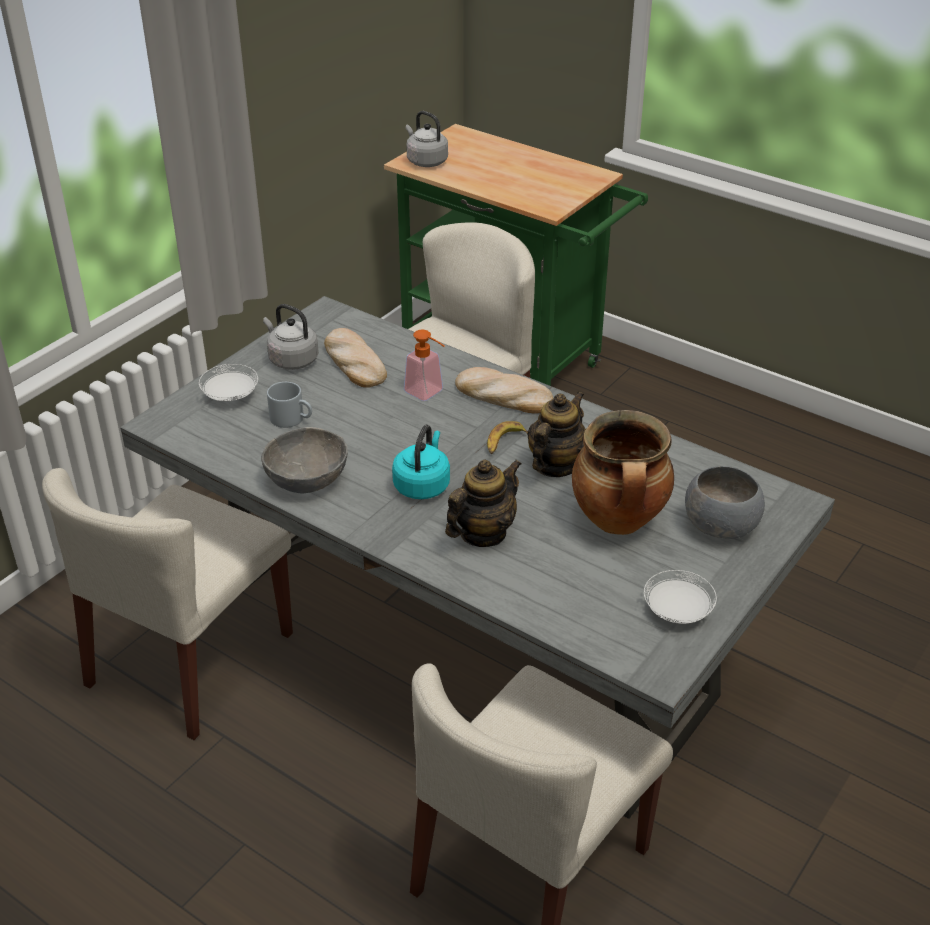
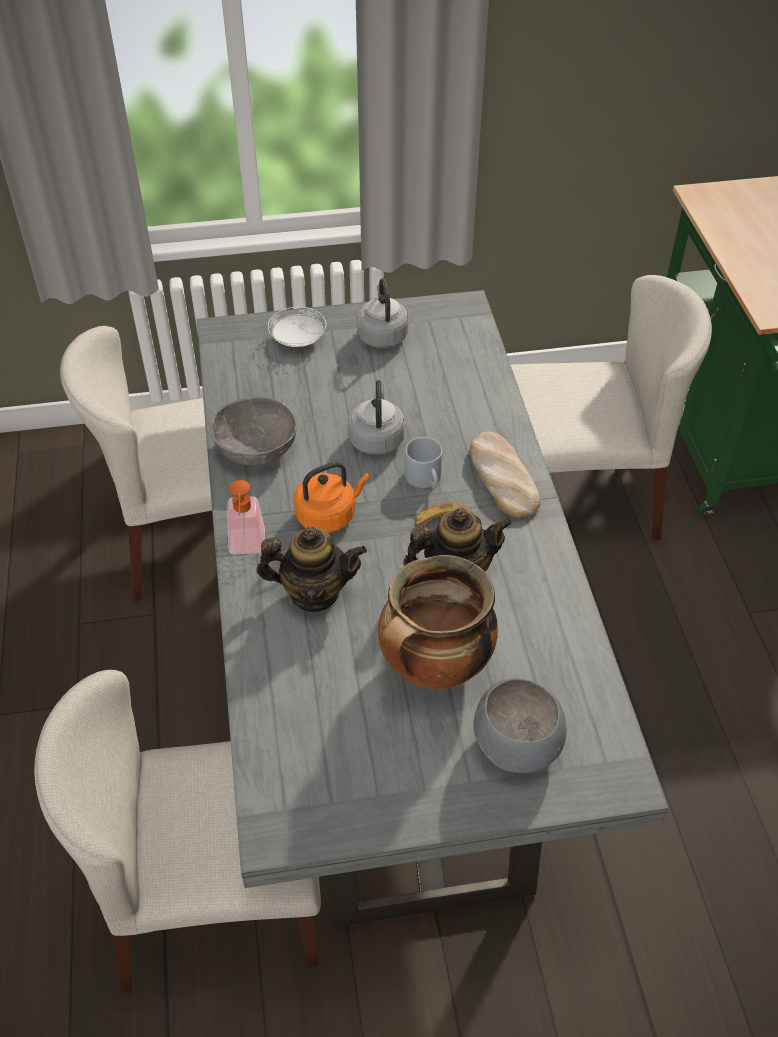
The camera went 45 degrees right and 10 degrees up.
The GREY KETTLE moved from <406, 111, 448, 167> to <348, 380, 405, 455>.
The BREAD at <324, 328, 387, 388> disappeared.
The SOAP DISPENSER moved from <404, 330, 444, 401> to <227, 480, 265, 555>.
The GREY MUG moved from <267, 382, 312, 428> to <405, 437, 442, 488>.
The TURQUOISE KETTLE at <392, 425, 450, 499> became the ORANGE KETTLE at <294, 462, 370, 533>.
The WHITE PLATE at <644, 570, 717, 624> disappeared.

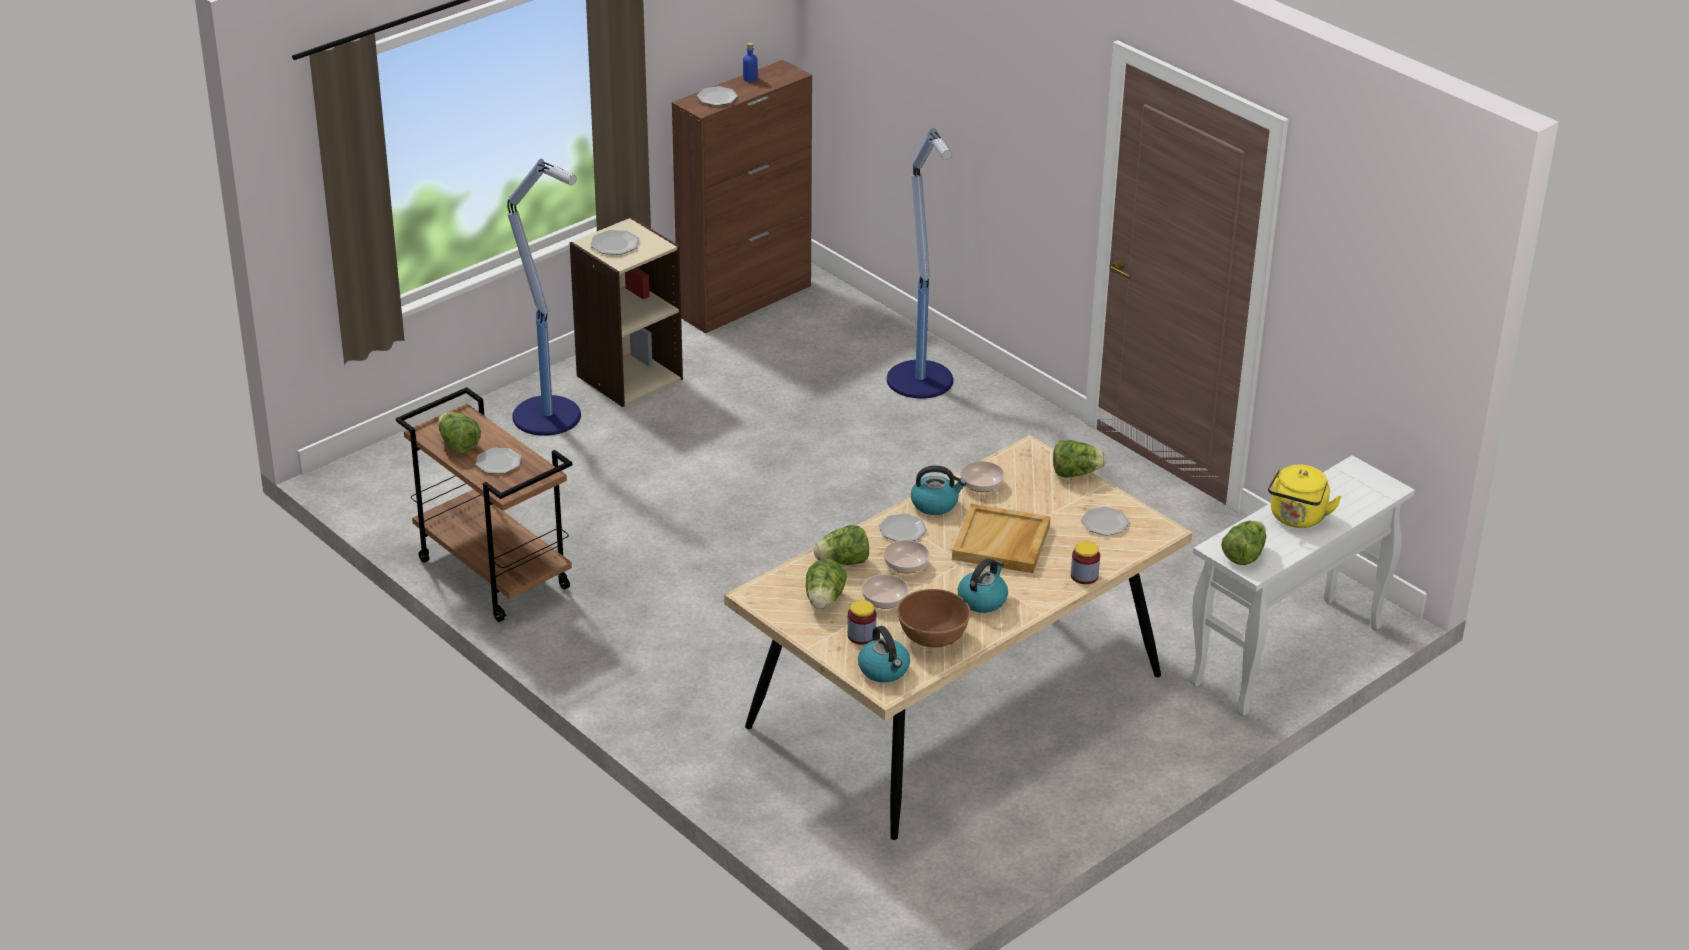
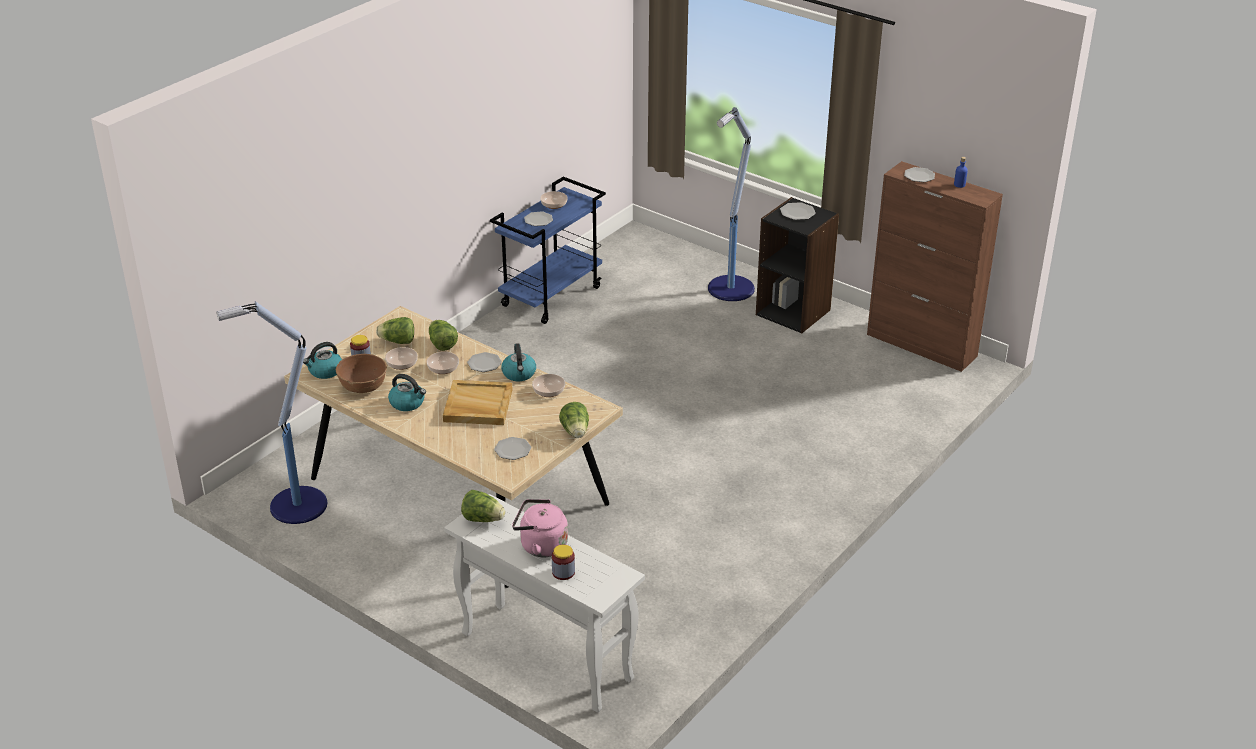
The camera went 80 degrees right and 0 degrees up.
The FLOOR LAMP moved from <887, 128, 953, 399> to <217, 301, 327, 524>.
The BEIGE BOOKCASE at <569, 217, 683, 407> became the BLACK BOOKCASE at <756, 197, 839, 333>.
The BROWN CART at <396, 387, 572, 622> became the BLUE CART at <490, 177, 606, 324>.
The LETTUCE at <438, 412, 481, 454> was replaced by the BOWL at <540, 191, 568, 209>.
The YELLOW KETTLE at <1268, 465, 1342, 528> became the PINK KETTLE at <512, 499, 568, 557>.
The JAR moved from <1071, 541, 1100, 584> to <552, 545, 575, 580>.

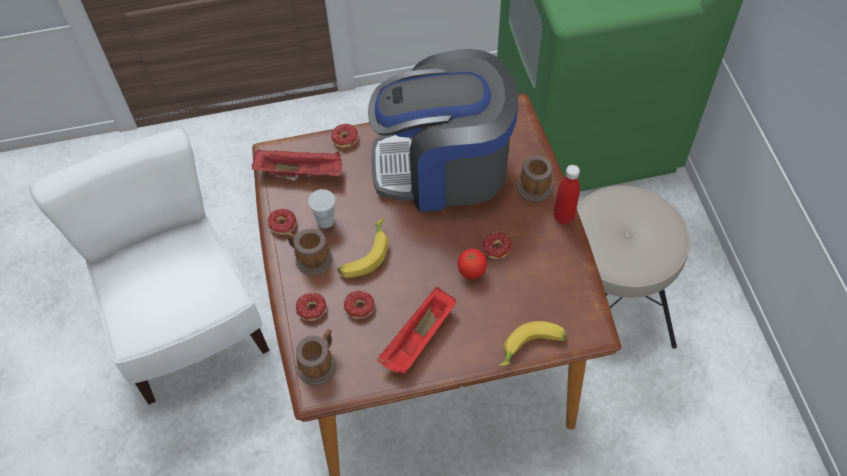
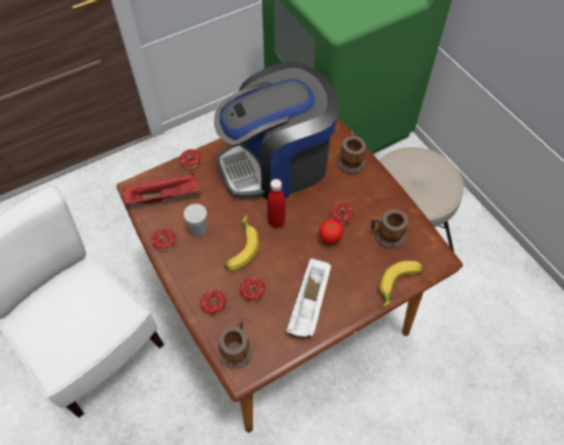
The camera went 20 degrees left and 0 degrees up.
The RED BOTTLE moved from <553, 165, 580, 224> to <267, 179, 286, 228>.
The MUG moved from <285, 228, 332, 276> to <371, 209, 408, 248>.
The RED TRAY at <377, 287, 456, 374> became the WHITE TRAY at <287, 258, 331, 336>.

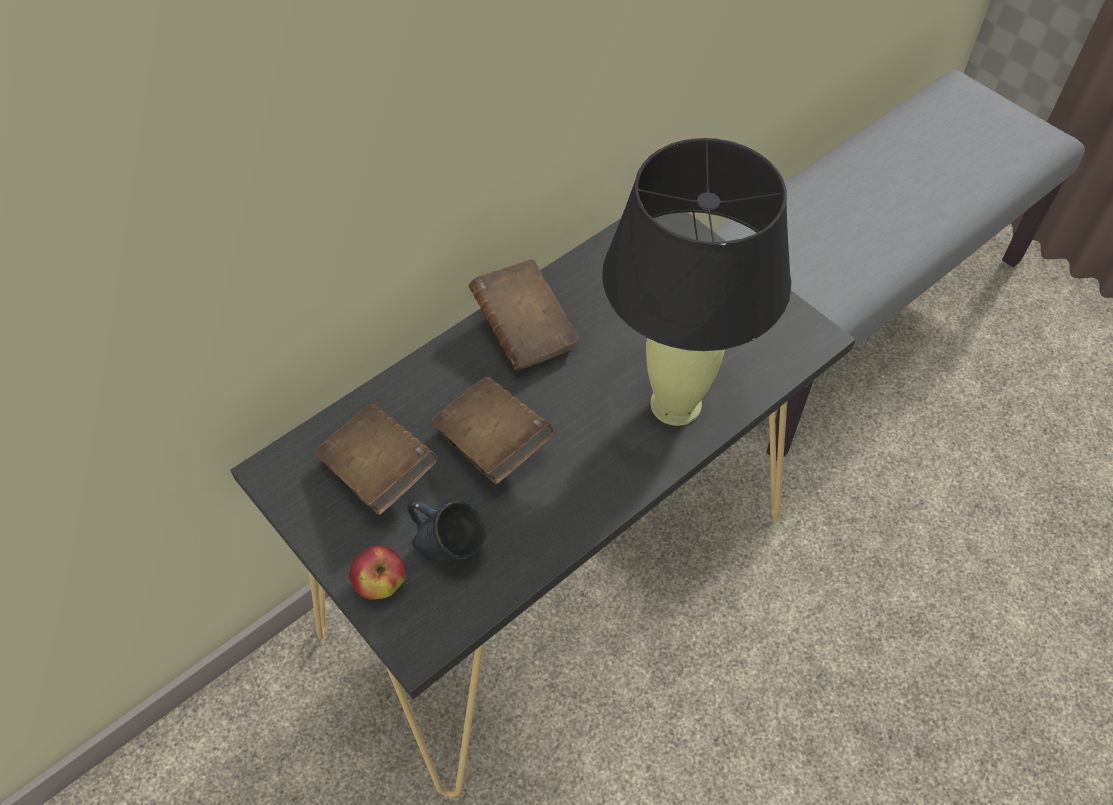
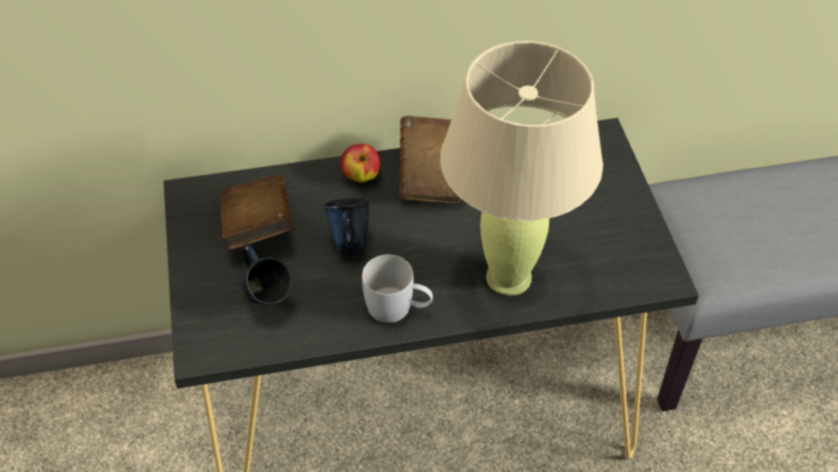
The camera went 30 degrees right and 5 degrees down.
The BLACK TABLE LAMP at <602, 138, 791, 426> became the BEIGE TABLE LAMP at <440, 41, 603, 296>.
The BROWN BOOK at <431, 377, 554, 484> was replaced by the BLUE MUG at <324, 198, 369, 256>.
The APPLE moved from <349, 545, 405, 600> to <341, 144, 380, 183>.
The WHITE MUG at <362, 255, 433, 323> appeared.

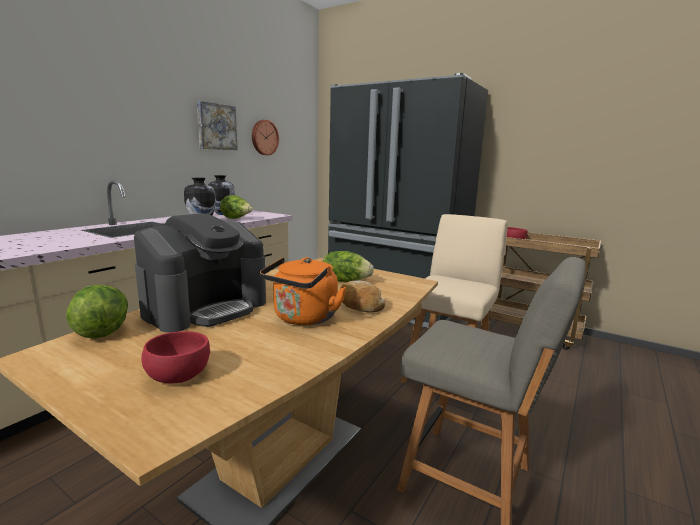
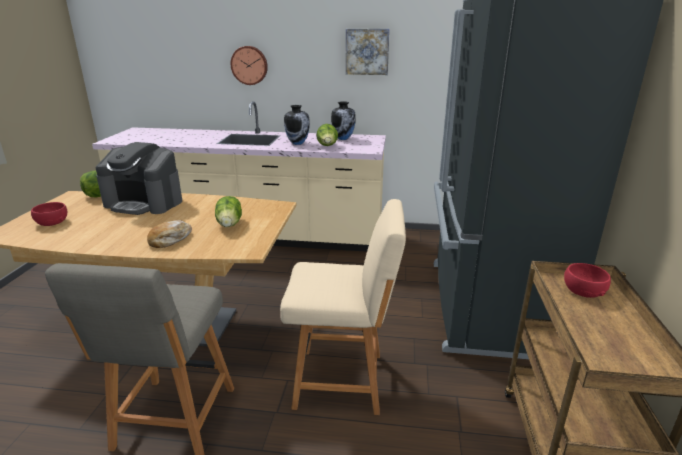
The camera went 65 degrees right and 10 degrees up.
The WALL CLOCK moved from <252, 120, 279, 155> to <231, 46, 268, 85>.
The ORANGE KETTLE at <260, 257, 346, 325> disappeared.

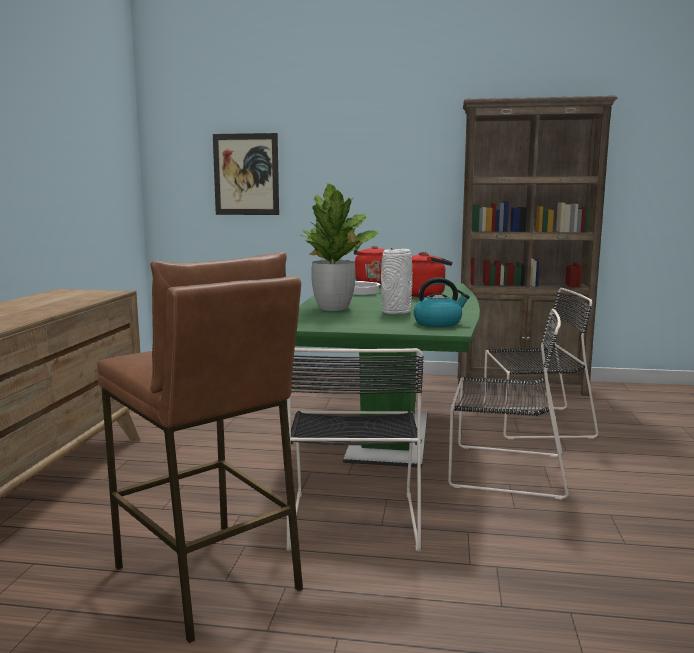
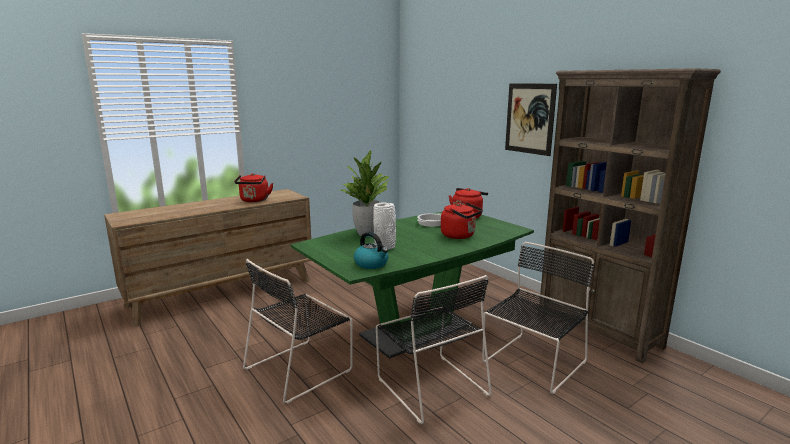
The camera went 45 degrees right and 5 degrees up.
The PICTURE moved from <213, 133, 279, 215> to <505, 83, 557, 156>.
The BROWN STOOL at <97, 252, 303, 643> disappeared.
The BLACK CHAIR at <483, 288, 599, 439> turned 90 degrees counterclockwise.
The RED KETTLE at <234, 173, 273, 202> appeared.

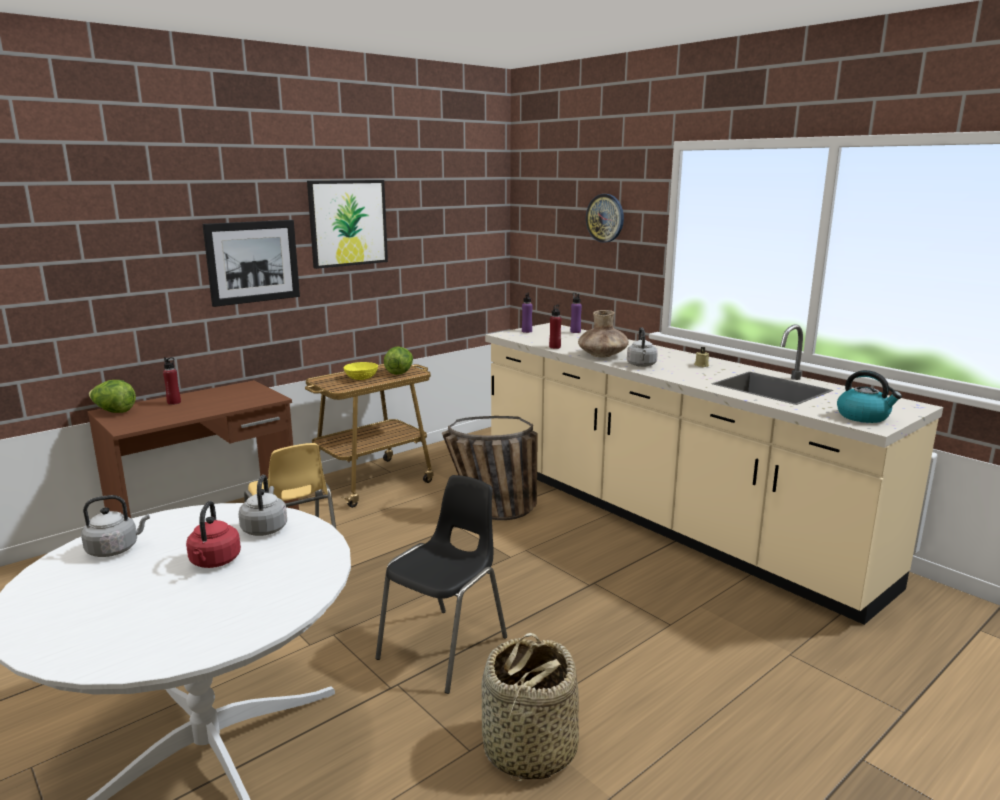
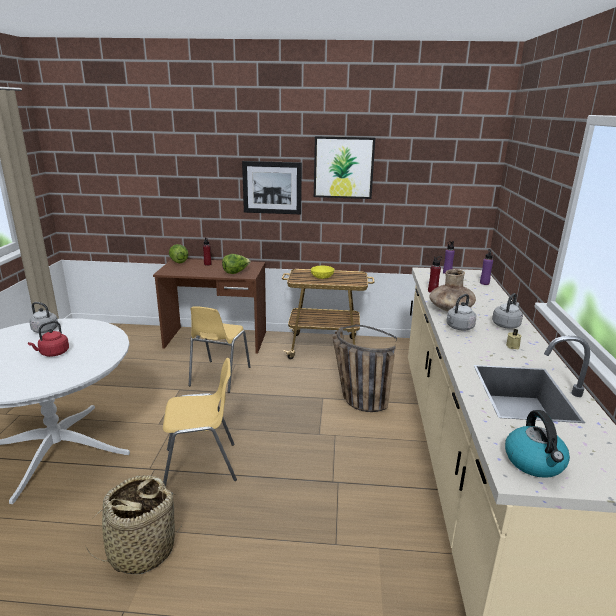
The camera went 45 degrees right and 5 degrees up.
The WALL CLOCK at <586, 194, 624, 243> disappeared.
The LETTUCE moved from <384, 346, 413, 375> to <222, 254, 250, 274>.
The GREY KETTLE moved from <238, 475, 287, 536> to <492, 293, 523, 329>.
The BLACK CHAIR at <375, 475, 507, 694> became the YELLOW CHAIR at <163, 358, 237, 486>.

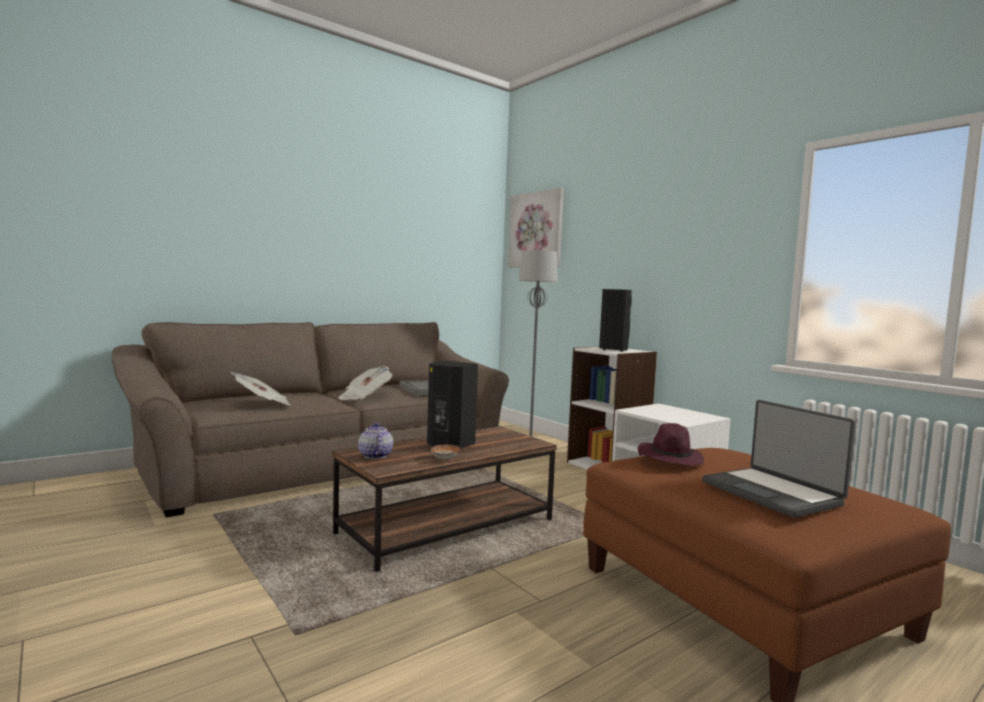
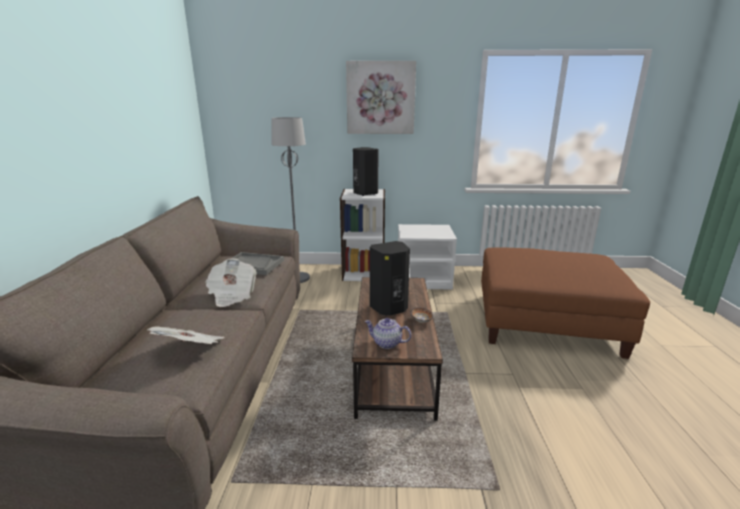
The camera went 50 degrees left and 15 degrees up.
The PICTURE moved from <508, 188, 564, 267> to <346, 61, 416, 134>.
The LAPTOP at <702, 400, 856, 518> disappeared.
The PURPLE HAT at <638, 423, 704, 465> disappeared.

